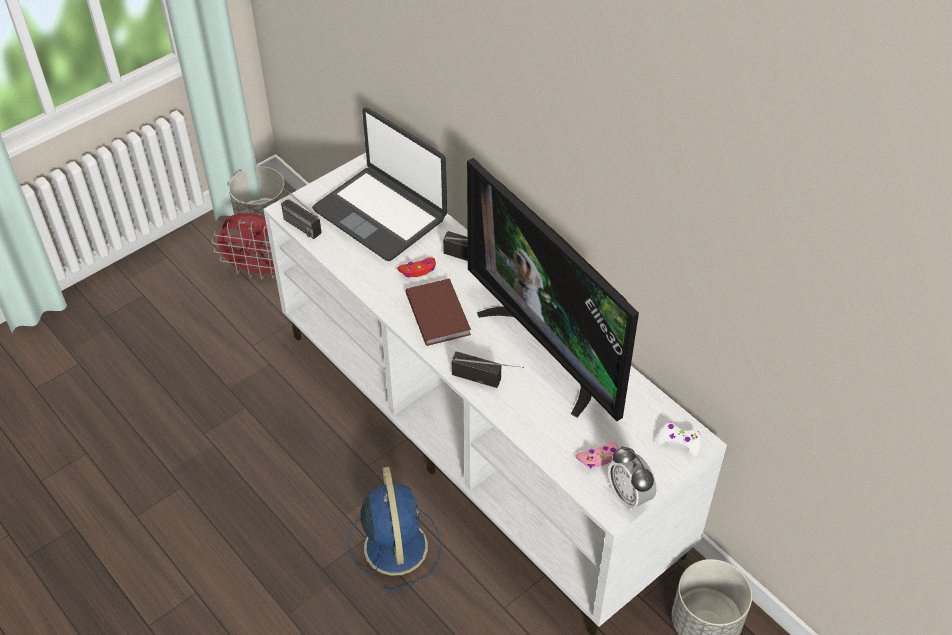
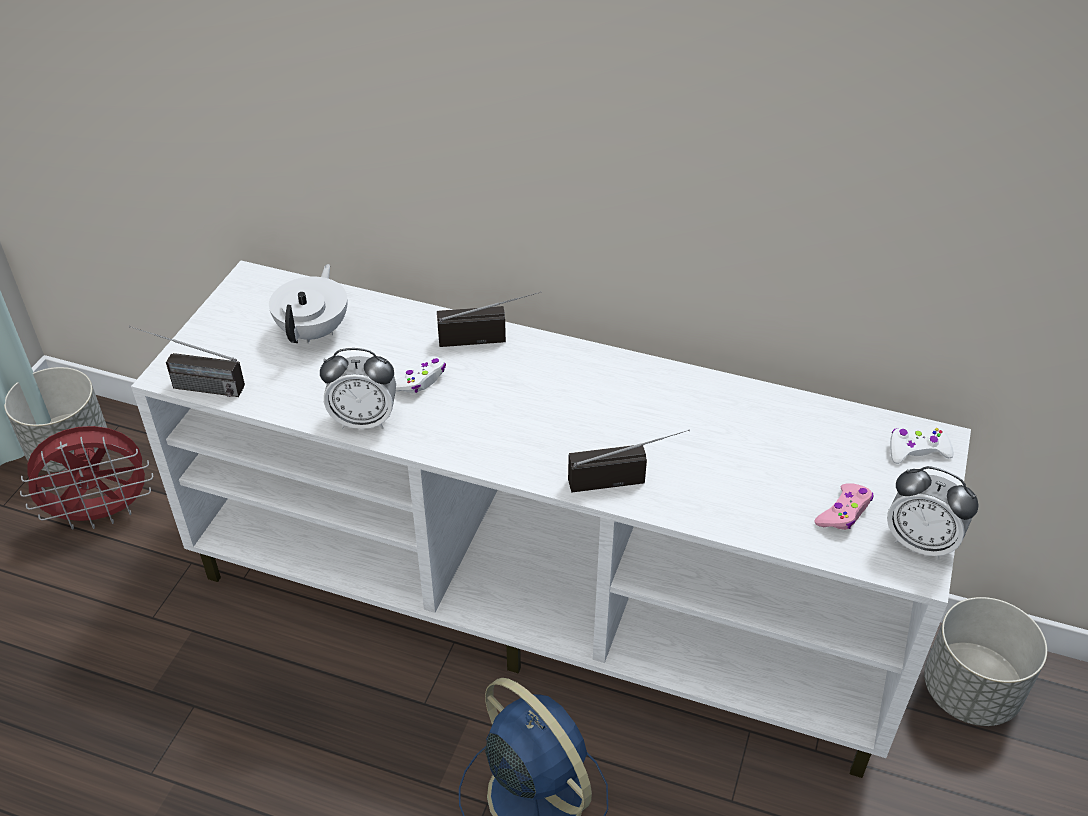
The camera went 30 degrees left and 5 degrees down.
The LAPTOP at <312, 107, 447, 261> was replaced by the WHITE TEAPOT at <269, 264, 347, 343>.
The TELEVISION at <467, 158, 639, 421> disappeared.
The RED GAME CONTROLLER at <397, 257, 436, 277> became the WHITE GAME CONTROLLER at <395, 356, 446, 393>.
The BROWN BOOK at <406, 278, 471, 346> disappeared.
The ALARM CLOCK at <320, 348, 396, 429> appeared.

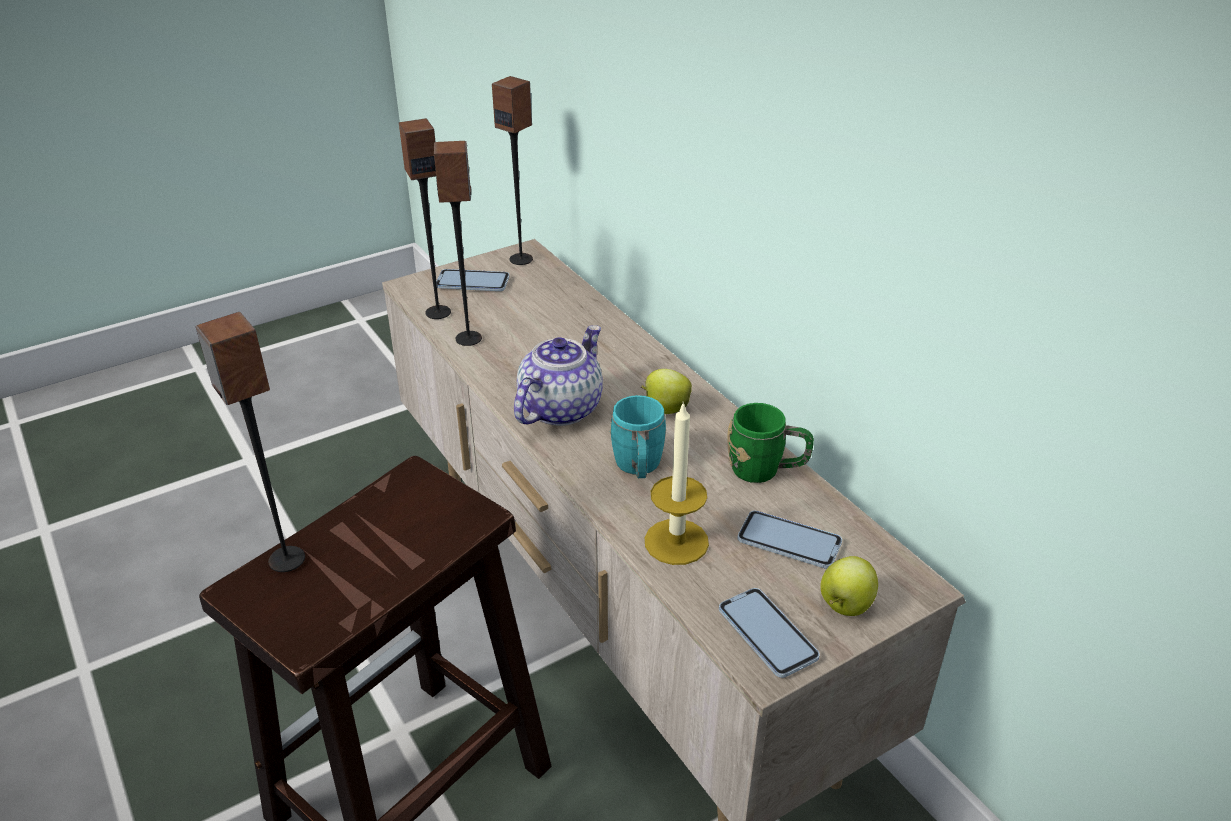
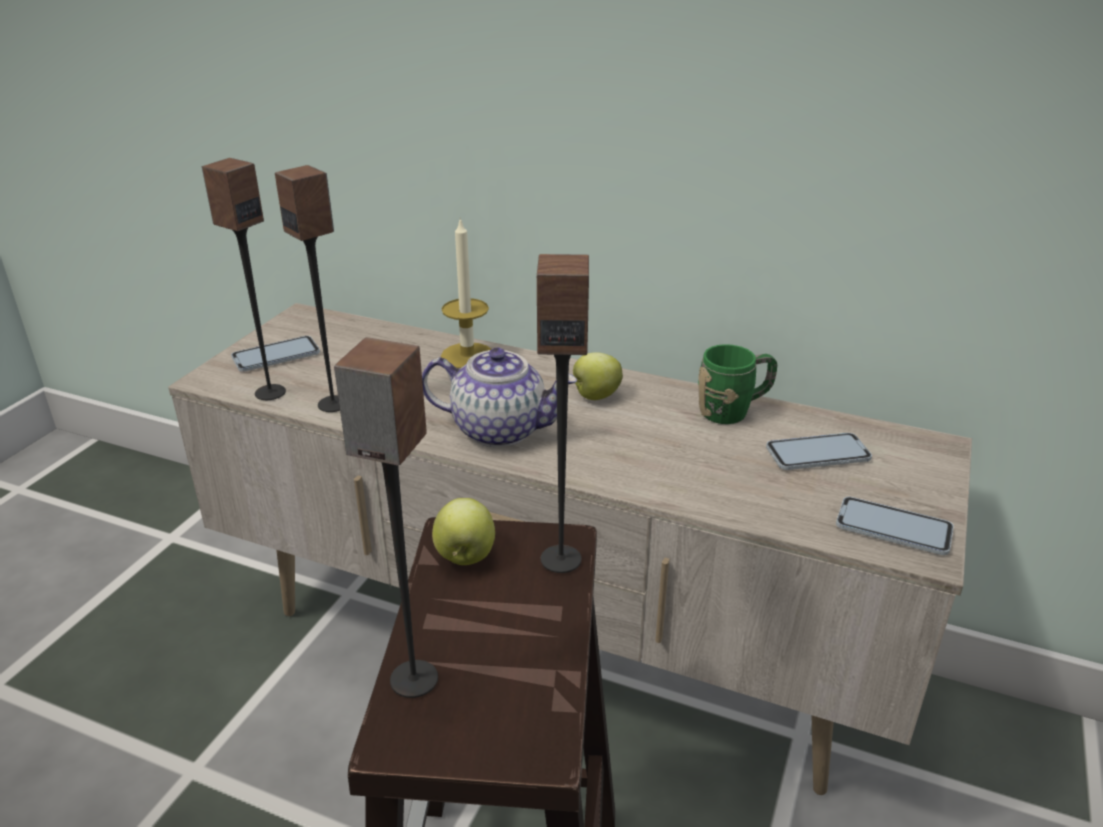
The camera went 35 degrees left and 5 degrees down.
The SPEAKER moved from <492, 76, 533, 265> to <537, 254, 589, 573>.
The TEAPOT at <514, 325, 603, 426> turned 105 degrees clockwise.
The TURQUOISE MUG at <610, 395, 666, 478> disappeared.
The CANDLE moved from <645, 402, 709, 565> to <441, 217, 491, 368>.
The APPLE moved from <820, 556, 878, 616> to <432, 498, 495, 565>.

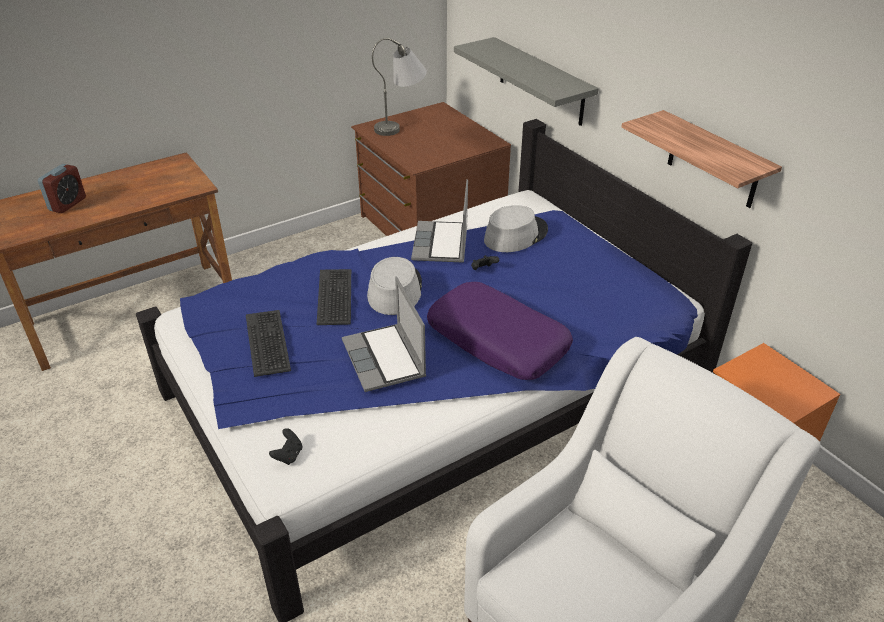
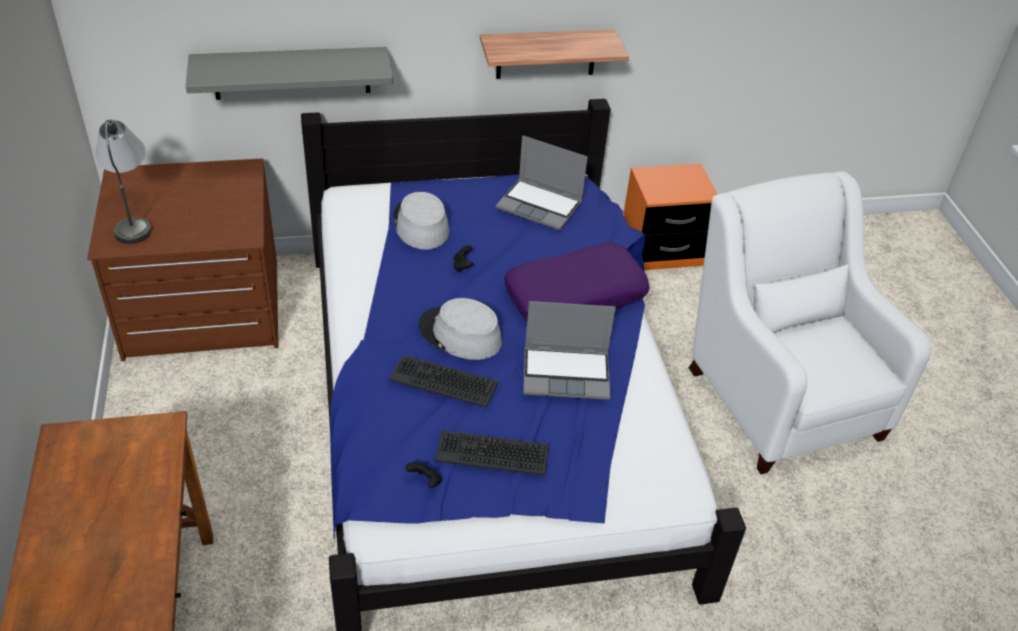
The camera went 70 degrees left and 5 degrees up.
The ALARM CLOCK at <38, 164, 86, 213> disappeared.
The LAPTOP moved from <411, 180, 468, 262> to <496, 135, 588, 230>.
The BLACK GAME CONTROLLER moved from <269, 428, 302, 465> to <405, 462, 442, 488>.

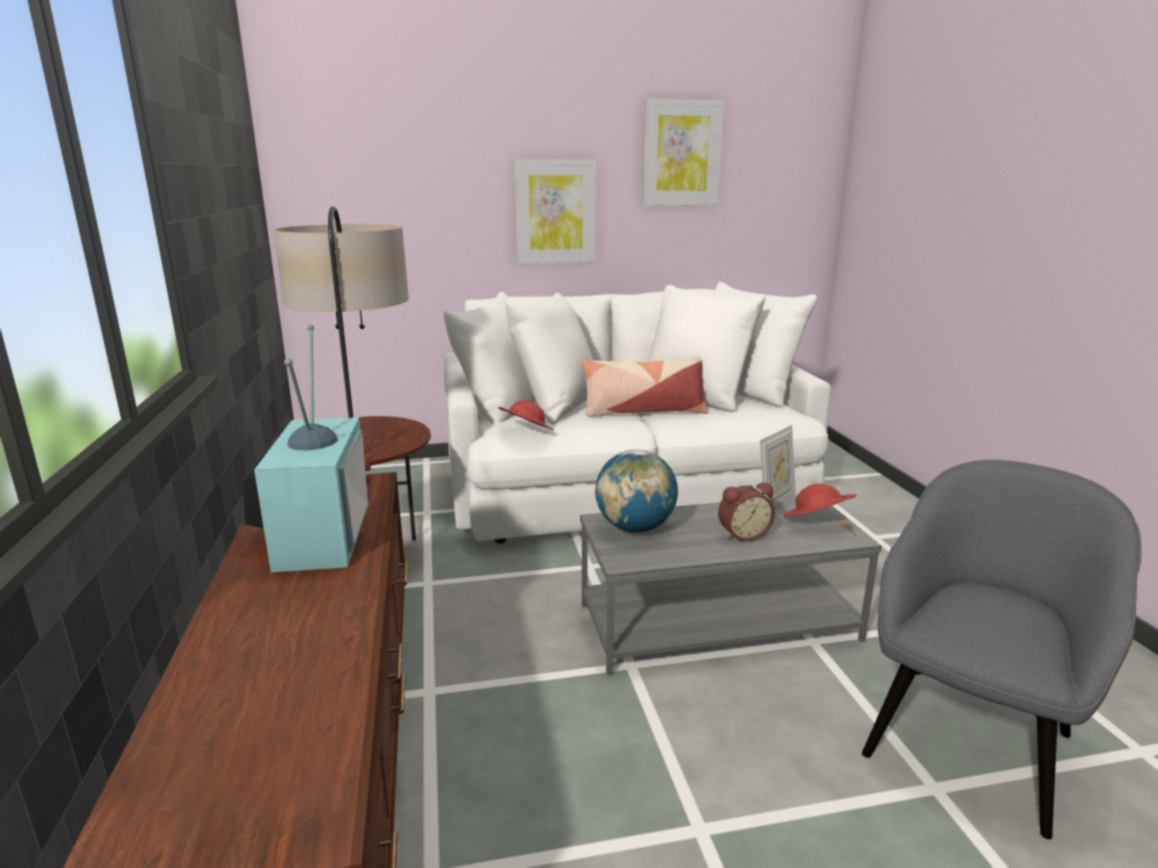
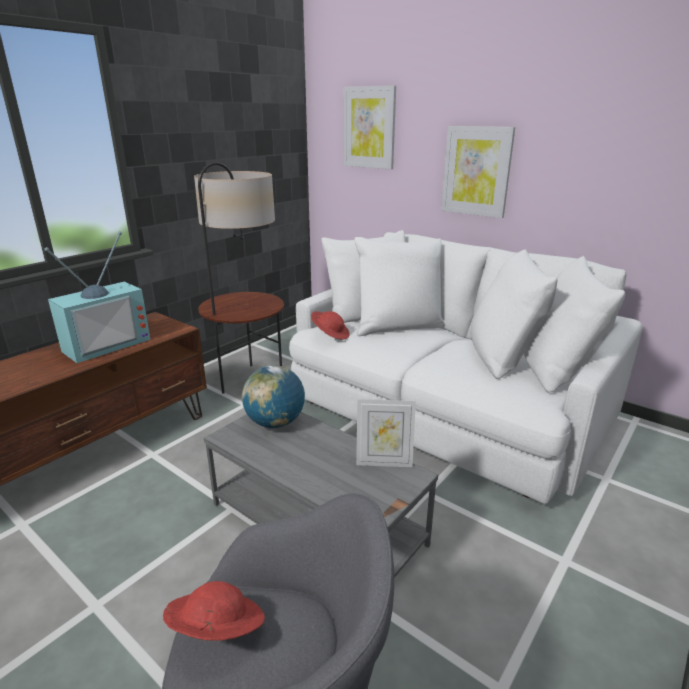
The camera went 50 degrees right and 5 degrees up.
The PICTURE moved from <642, 99, 724, 206> to <343, 85, 396, 169>.
The PILLOW at <581, 356, 708, 417> disappeared.
The ALARM CLOCK at <718, 482, 775, 541> disappeared.
The RED HAT moved from <783, 484, 857, 516> to <163, 581, 265, 641>.

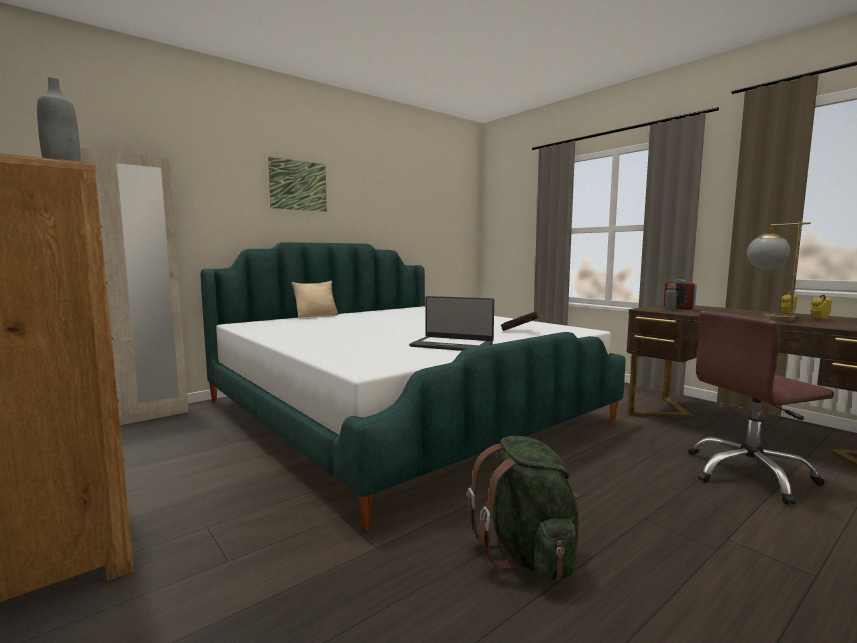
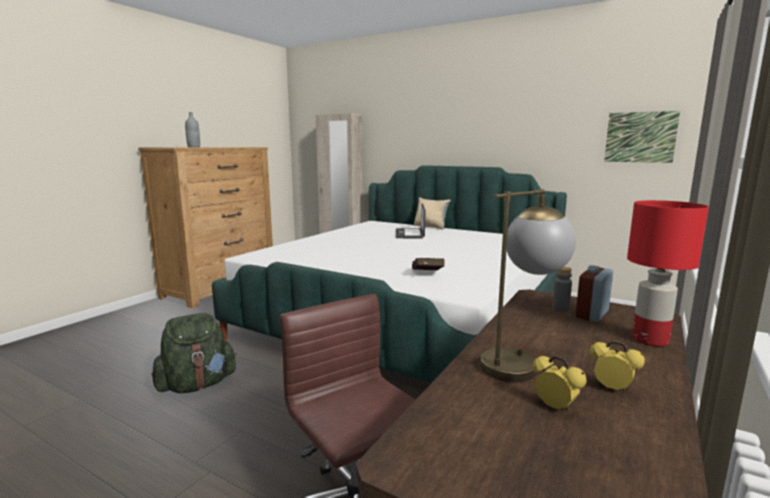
The camera went 70 degrees right and 5 degrees up.
The PICTURE moved from <268, 157, 327, 212> to <604, 111, 680, 163>.
The LAPTOP moved from <409, 296, 494, 351> to <396, 204, 426, 238>.
The RED TABLE LAMP at <627, 200, 709, 346> appeared.

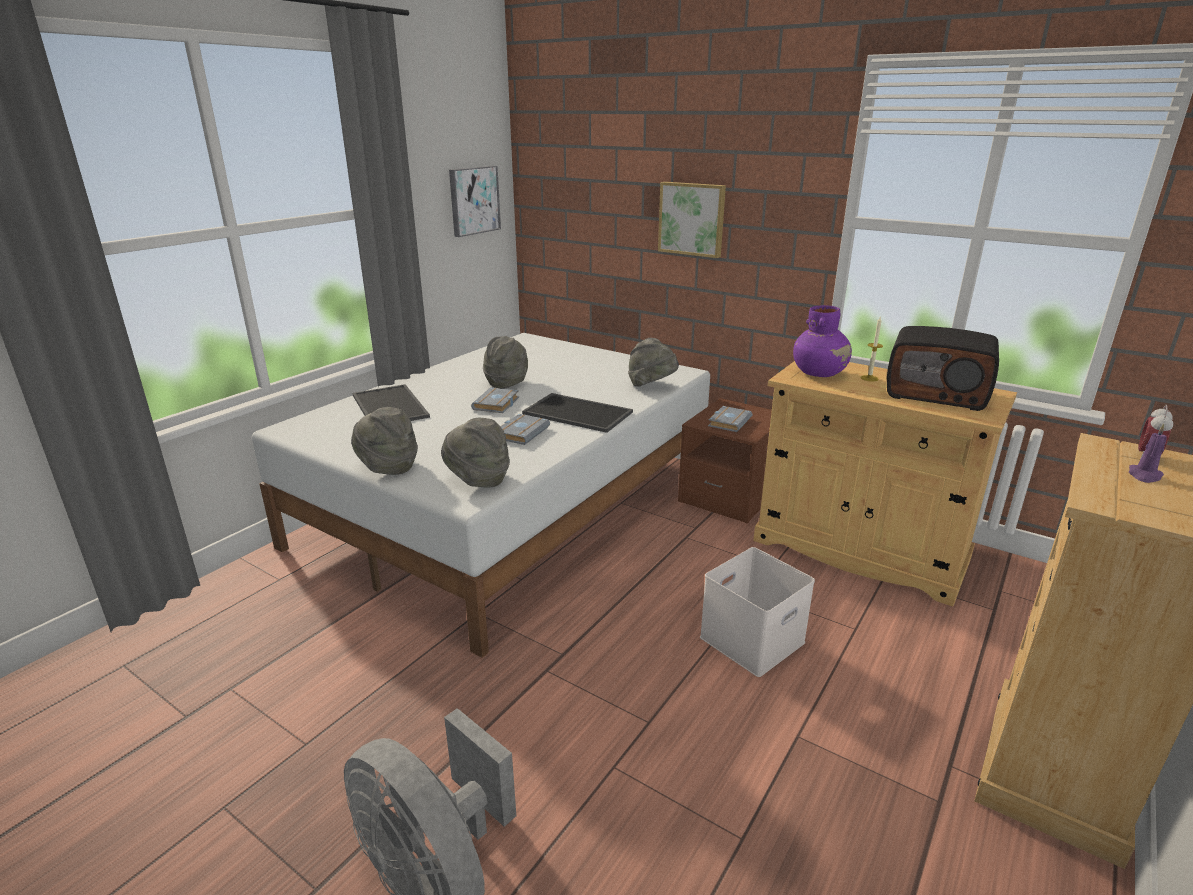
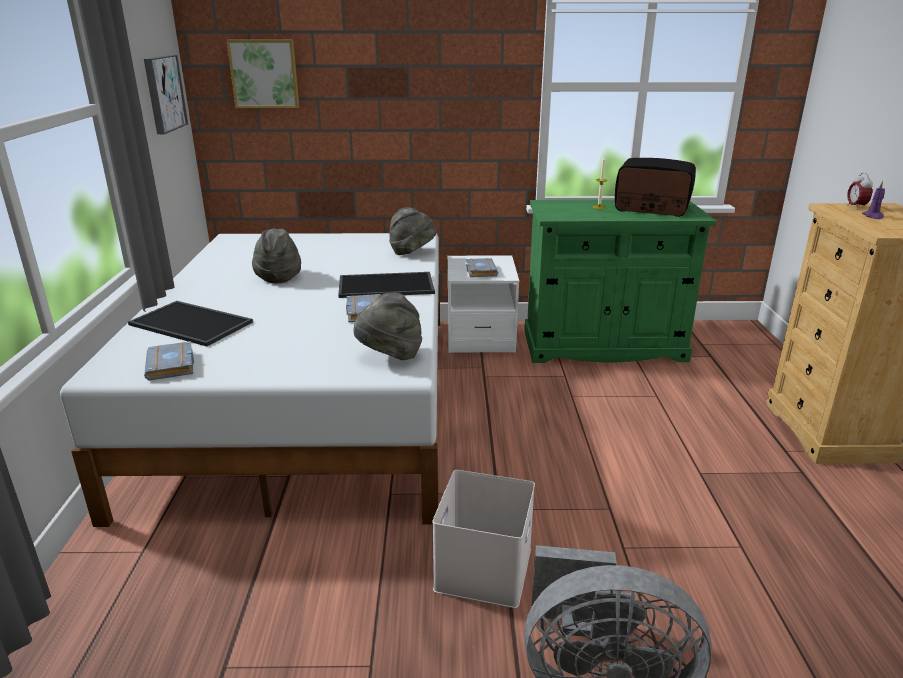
The camera went 35 degrees left and 0 degrees up.
The PICTURE moved from <658, 182, 726, 258> to <227, 40, 299, 108>.
The PURPLE VASE at <793, 305, 852, 377> disappeared.
The RADIO at <887, 326, 999, 411> turned 150 degrees counterclockwise.
The BEIGE CABINET at <753, 361, 1017, 607> became the GREEN CABINET at <524, 200, 717, 363>.
The GREY BOOK moved from <471, 388, 519, 413> to <144, 341, 194, 381>.
The BROWN NIGHTSTAND at <678, 398, 772, 523> became the WHITE NIGHTSTAND at <448, 255, 519, 353>.
The GREY HAT at <351, 407, 418, 475> disappeared.
The WHITE STORAGE BOX moved from <700, 547, 815, 677> to <432, 470, 535, 608>.

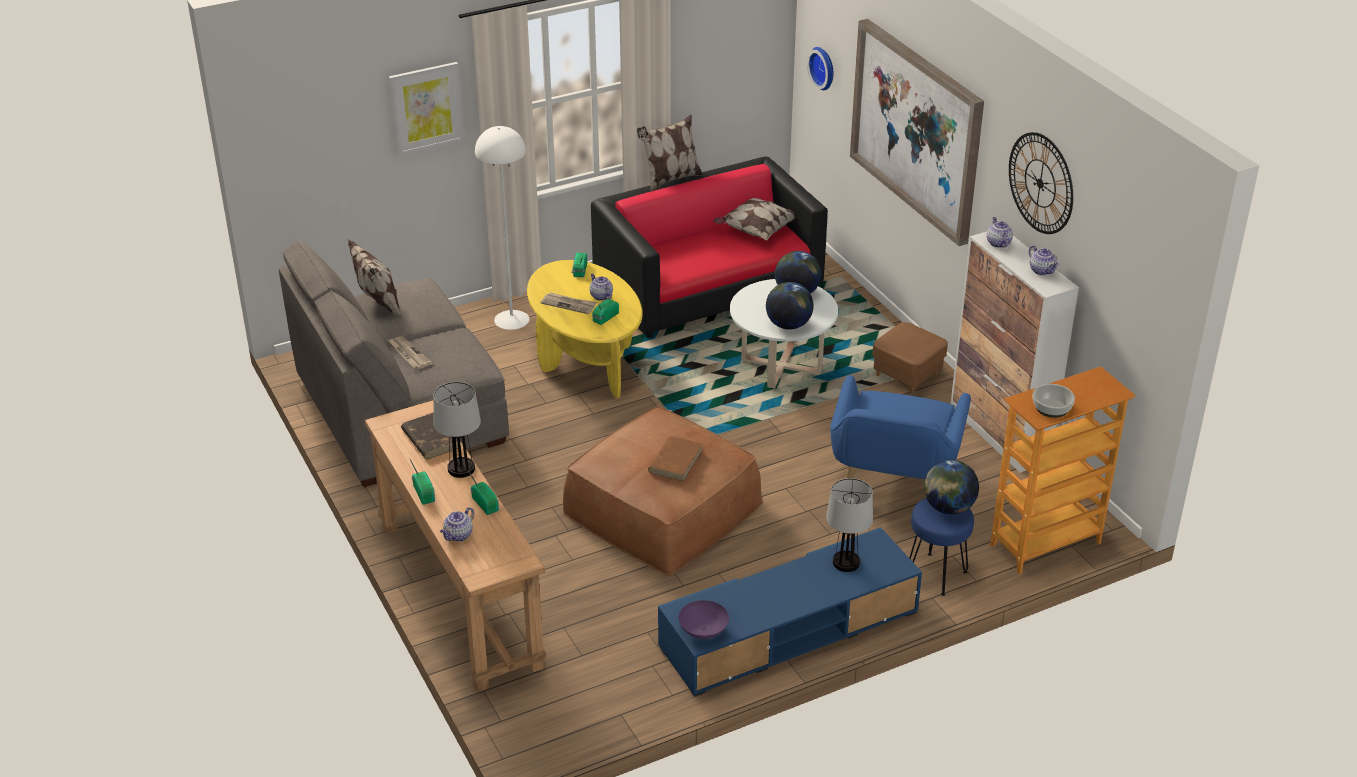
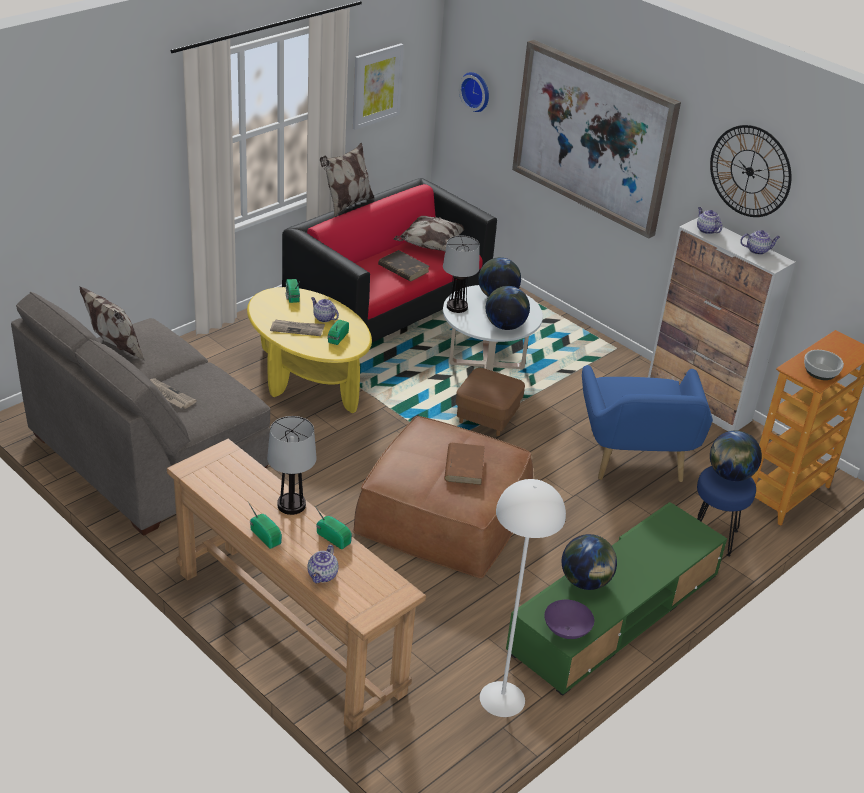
The camera went 20 degrees left and 0 degrees up.
The PICTURE moved from <389, 62, 464, 156> to <353, 43, 404, 130>.
The WHITE FLOOR LAMP moved from <475, 126, 529, 330> to <480, 479, 566, 717>.
The TEAPOT at <1029, 245, 1059, 275> turned 45 degrees counterclockwise.
The BROWN OTTOMAN moved from <872, 322, 948, 393> to <456, 368, 525, 436>.
The BROWN BOOK moved from <401, 413, 458, 459> to <378, 250, 429, 281>.
The TABLE LAMP moved from <826, 478, 873, 572> to <443, 235, 480, 313>.
The BLUE TV STAND at <658, 527, 922, 697> became the GREEN TV STAND at <506, 502, 727, 696>.
The GLOBE at <562, 534, 617, 590> appeared.

